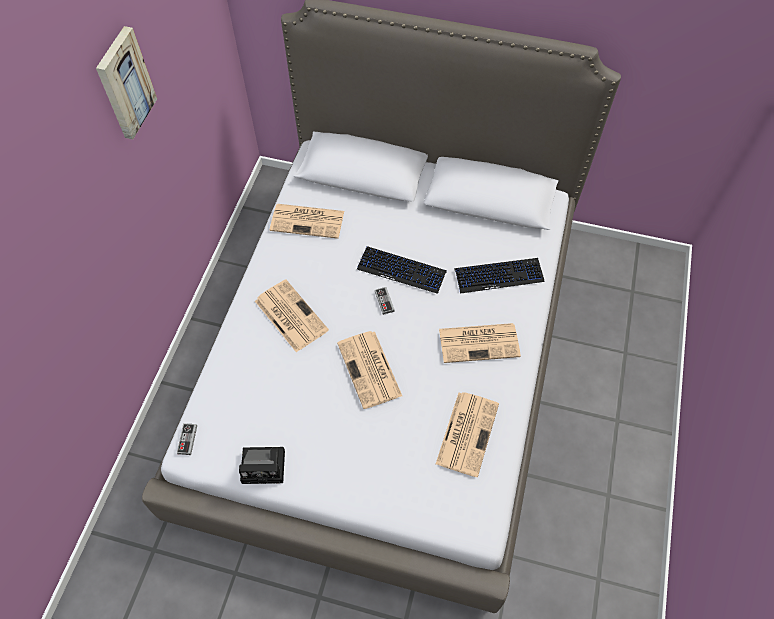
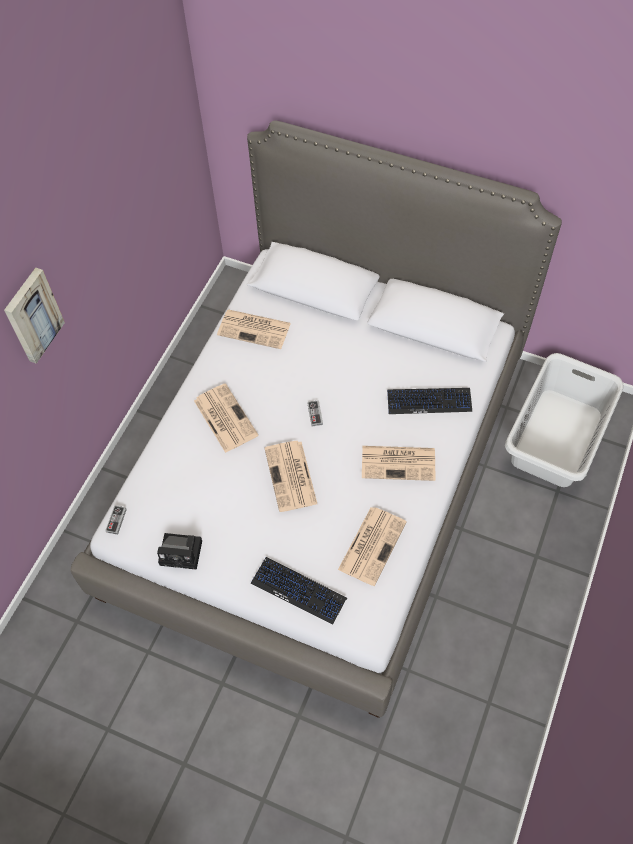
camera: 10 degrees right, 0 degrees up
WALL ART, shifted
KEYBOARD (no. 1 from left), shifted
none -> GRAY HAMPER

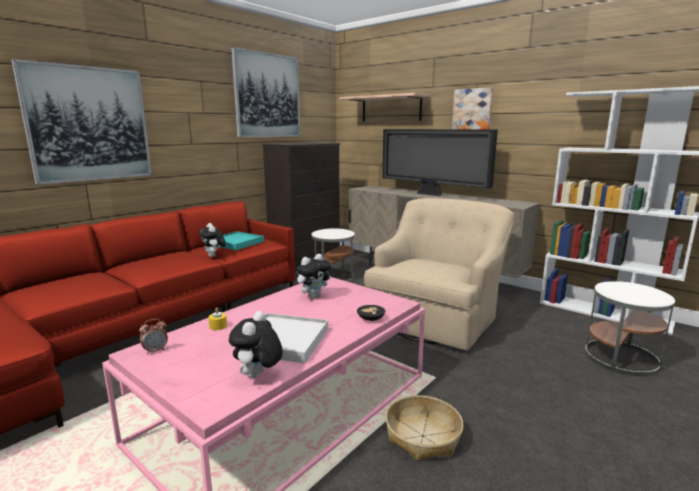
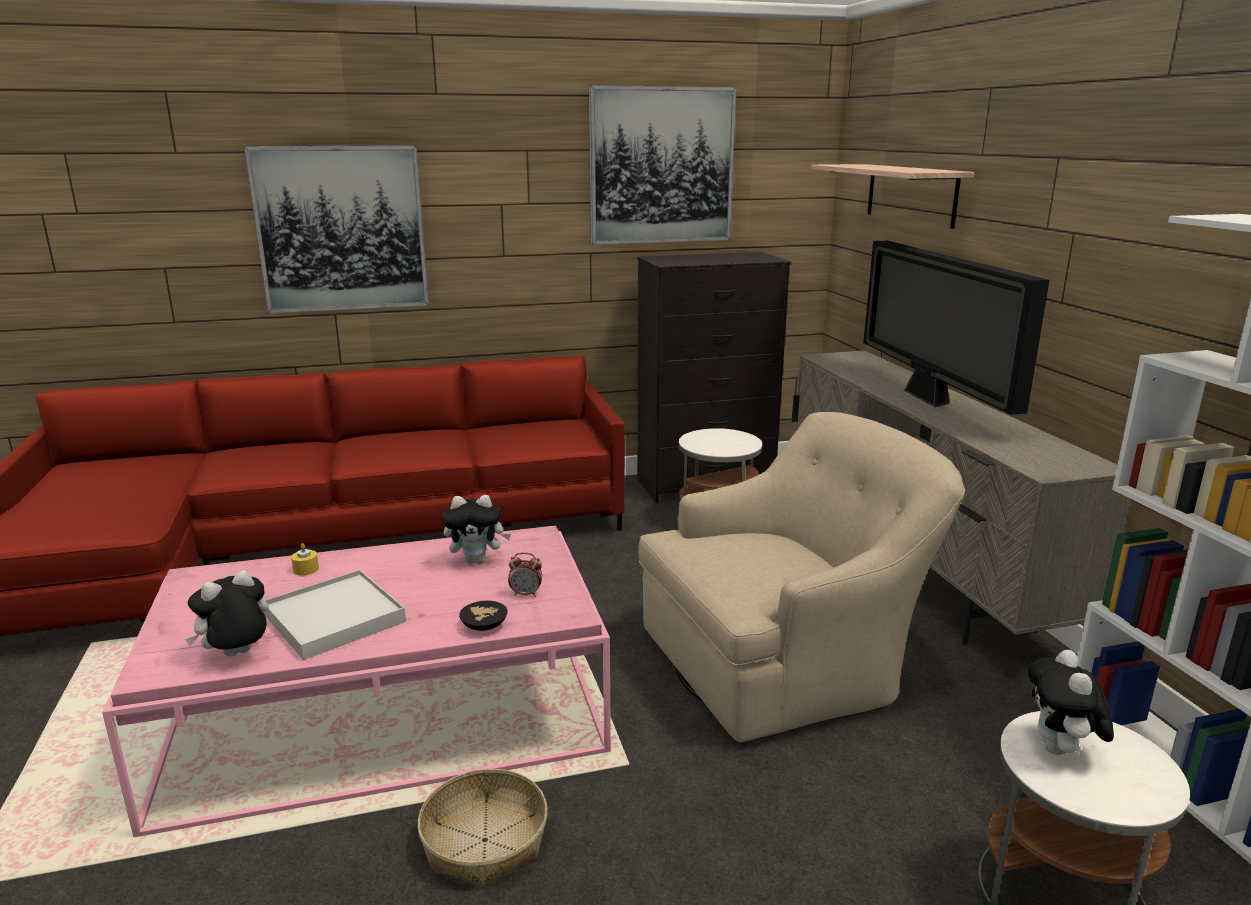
camera: 35 degrees right, 5 degrees up
TABLE CLOCK, shifted
SOFT TOY (no. 1 from left in the first image) -> SOFT TOY (no. 3 from left), shifted
BLUE-GREEN SERVING TRAY -> none
WALL ART (no. 3 from left) -> none

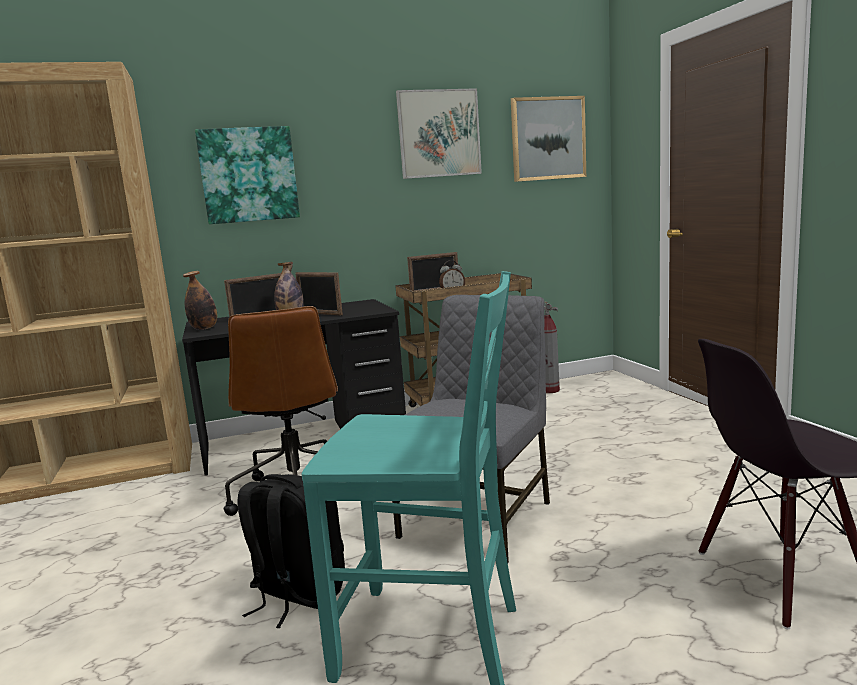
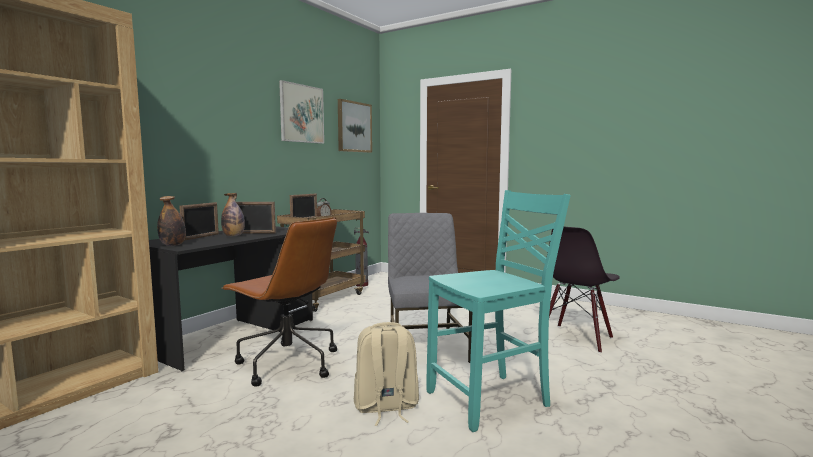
camera: 40 degrees left, 5 degrees down
WALL ART (no. 1 from left) -> none
BLACK-COLOURED BACKPACK -> SAND-COLOURED BACKPACK

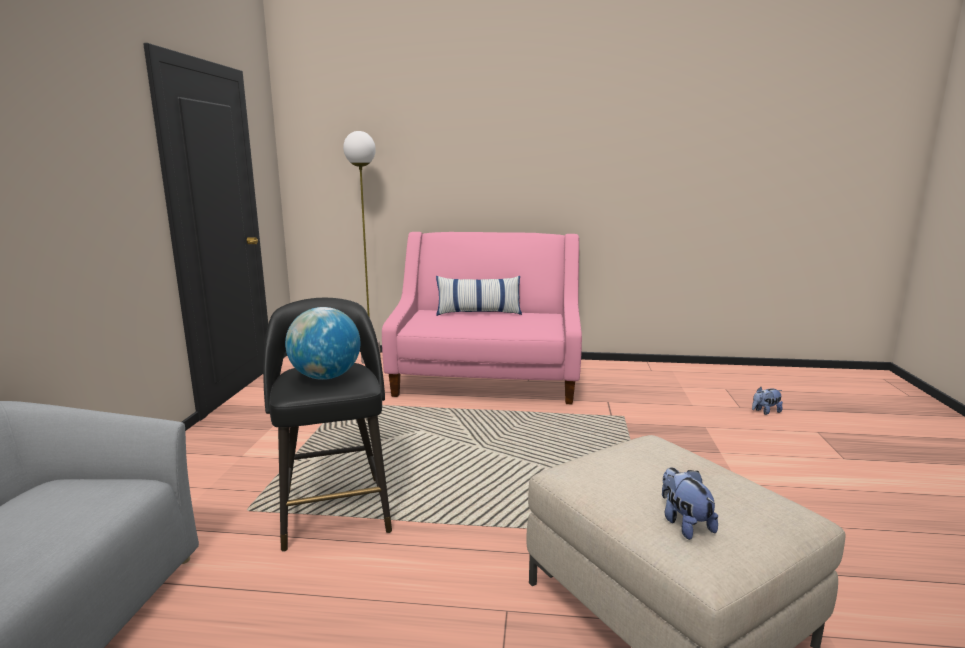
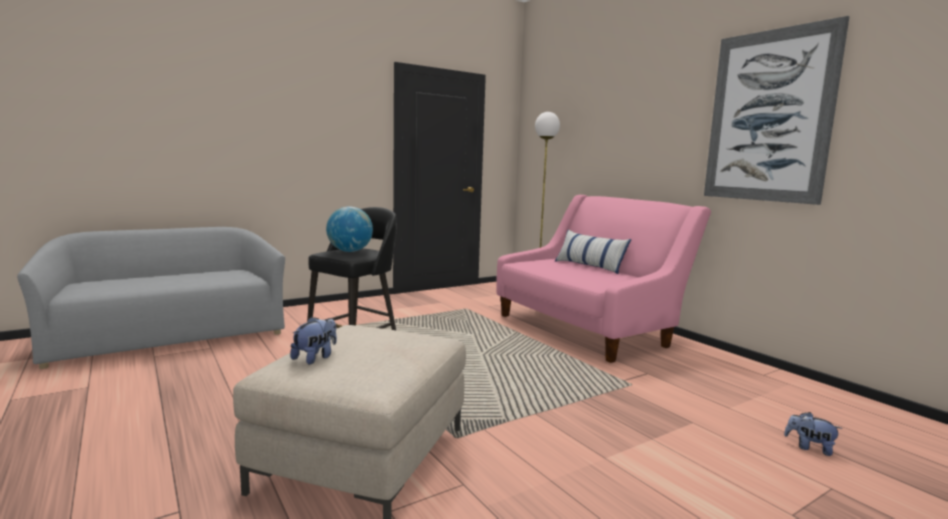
camera: 50 degrees right, 5 degrees down
none -> WALL ART

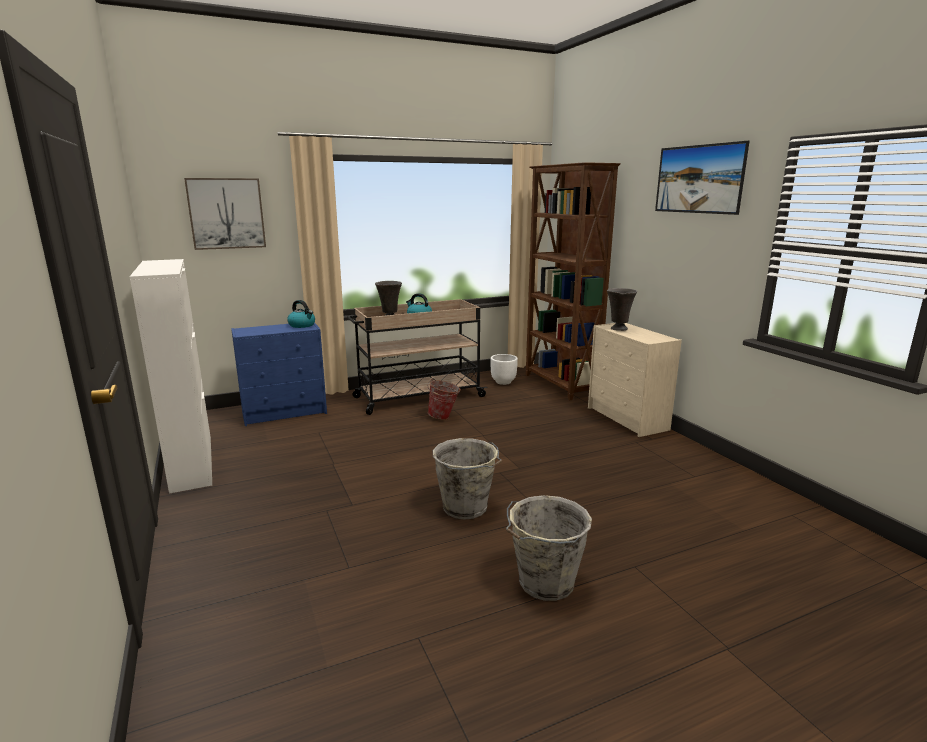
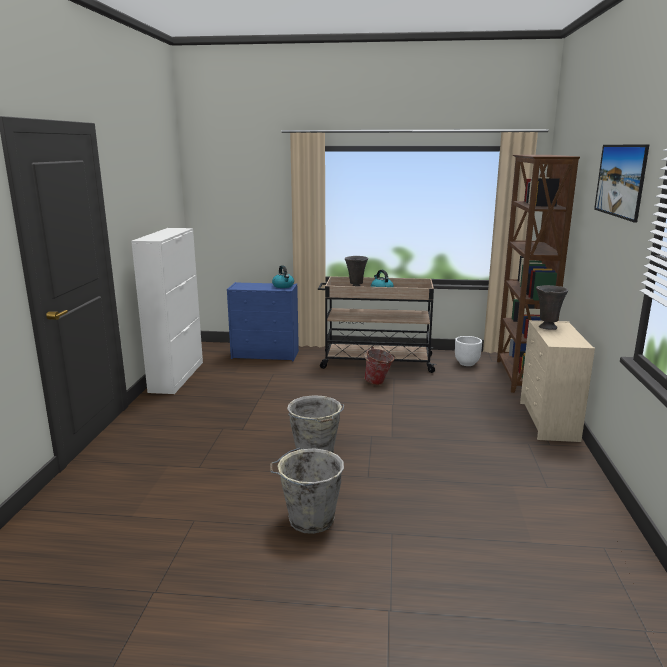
camera: 30 degrees right, 0 degrees up
WALL ART (no. 1 from left) -> none

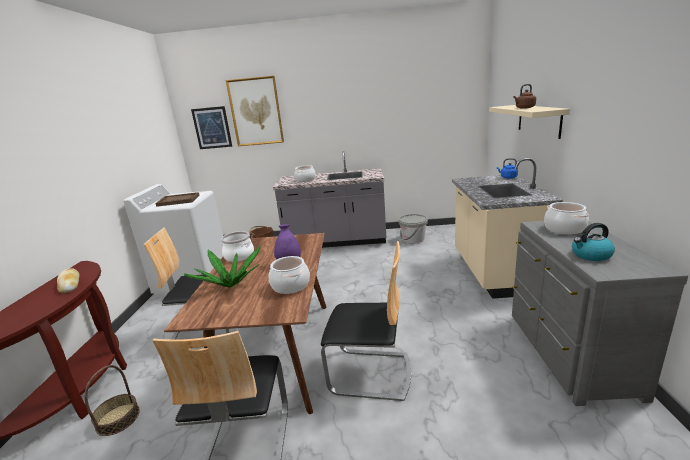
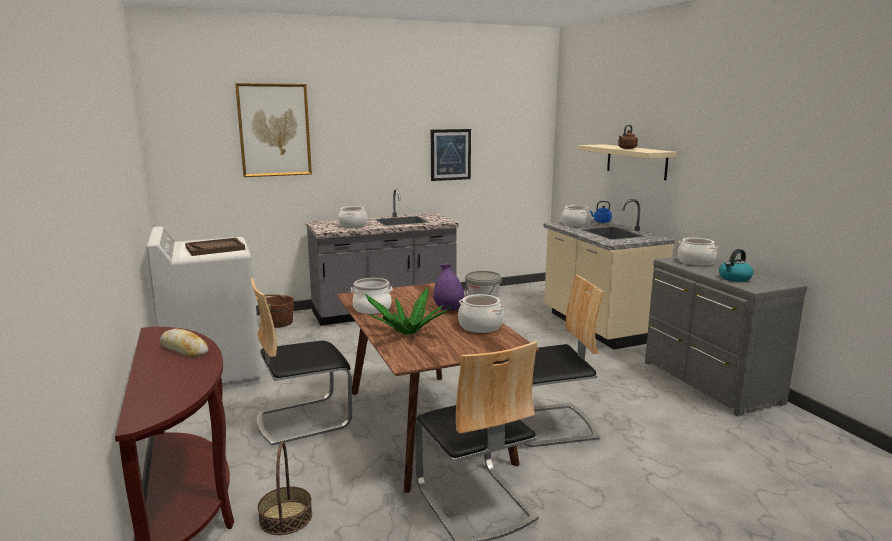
camera: 25 degrees left, 5 degrees down
WALL ART (no. 1 from left in the first image) -> WALL ART (no. 2 from left), shifted
none -> SAUCEPOT (no. 4 from left)

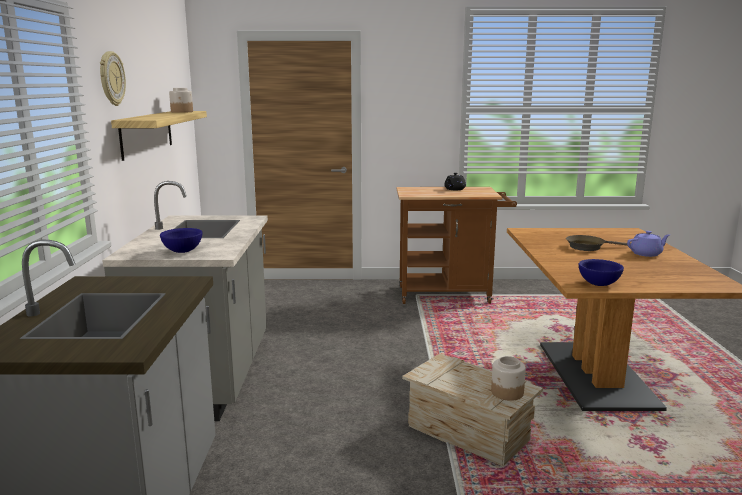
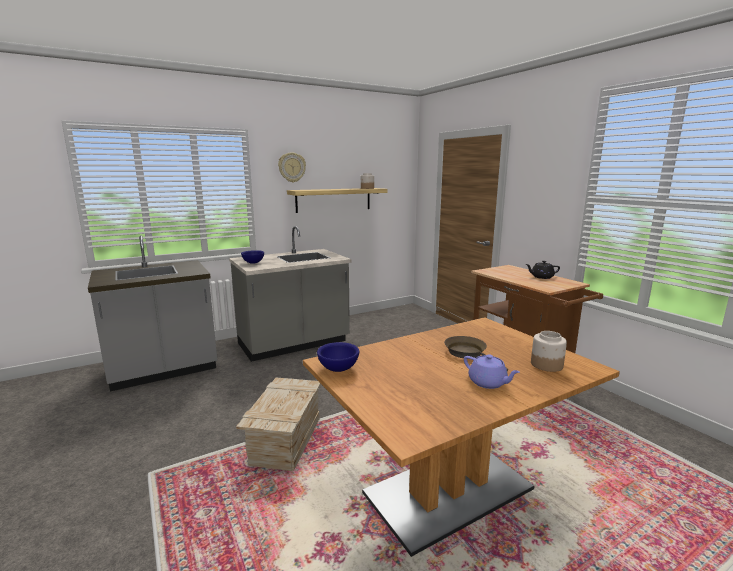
camera: 60 degrees right, 0 degrees up
JAR (no. 2 from left), shifted

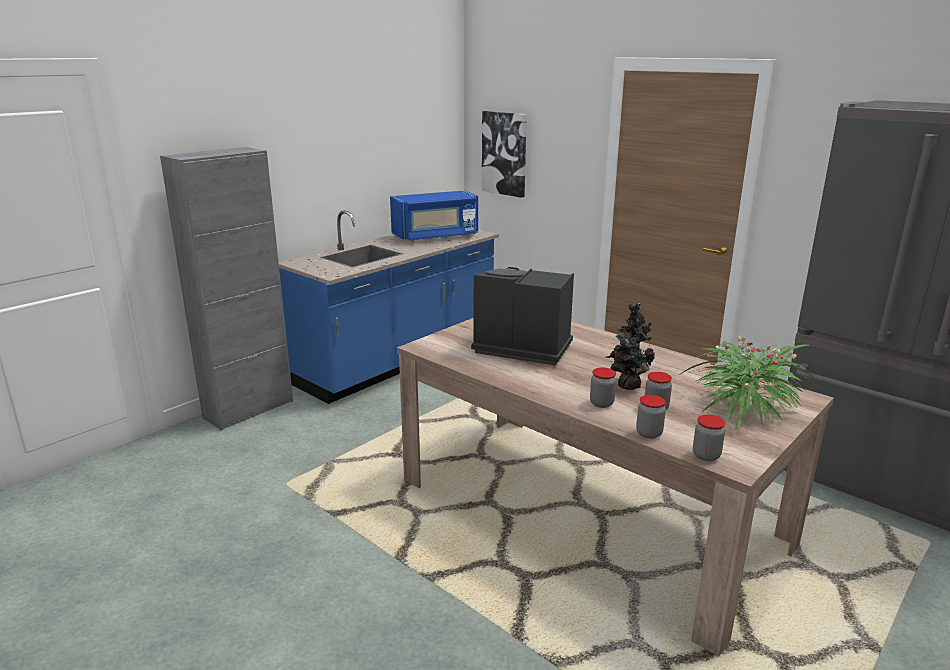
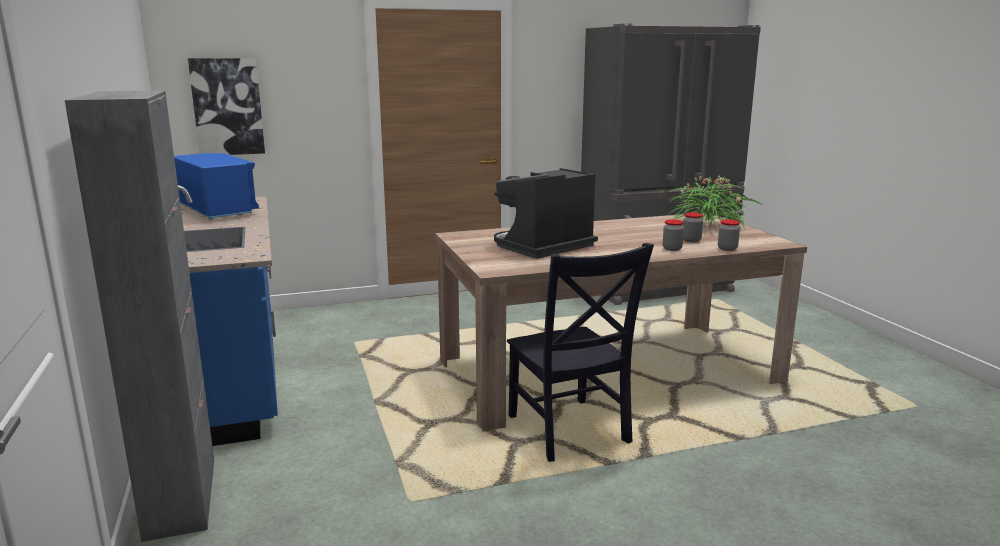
camera: 60 degrees left, 5 degrees down
BLUE-COLOURED MICROWAVE OVEN, 45 degrees counterclockwise
POTTED PLANT (no. 1 from left) -> none
JAR (no. 4 from left) -> none
none -> BLACK-COLOURED UPRIGHT CHAIR

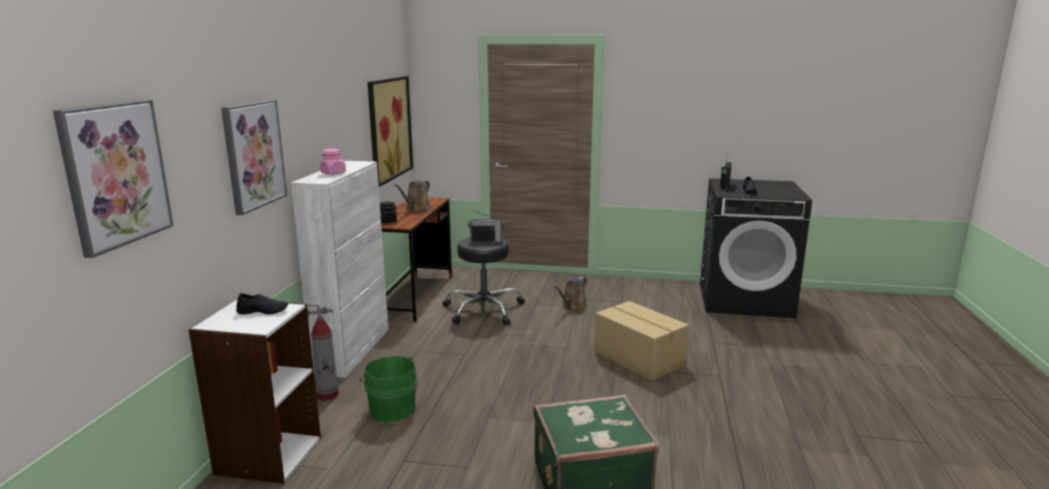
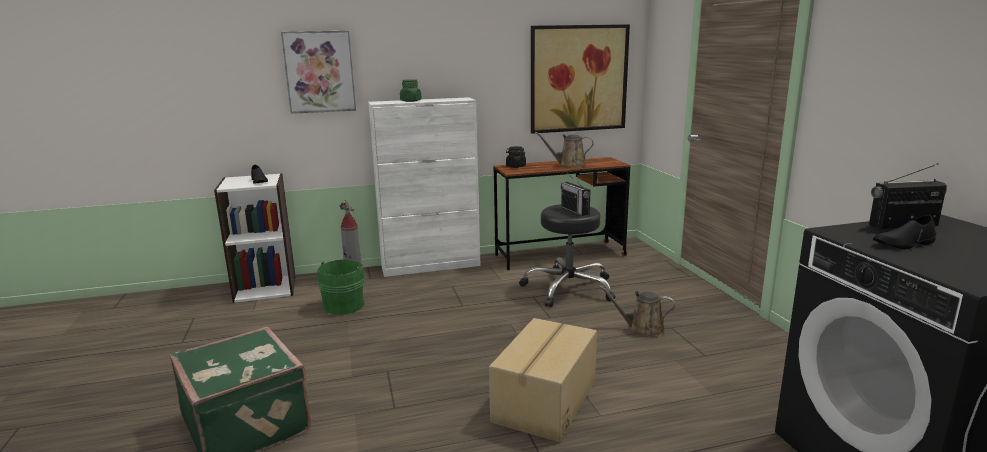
camera: 65 degrees right, 0 degrees up
WALL ART (no. 1 from left) -> none
PINKISH JAR -> GREEN-COLOURED JAR

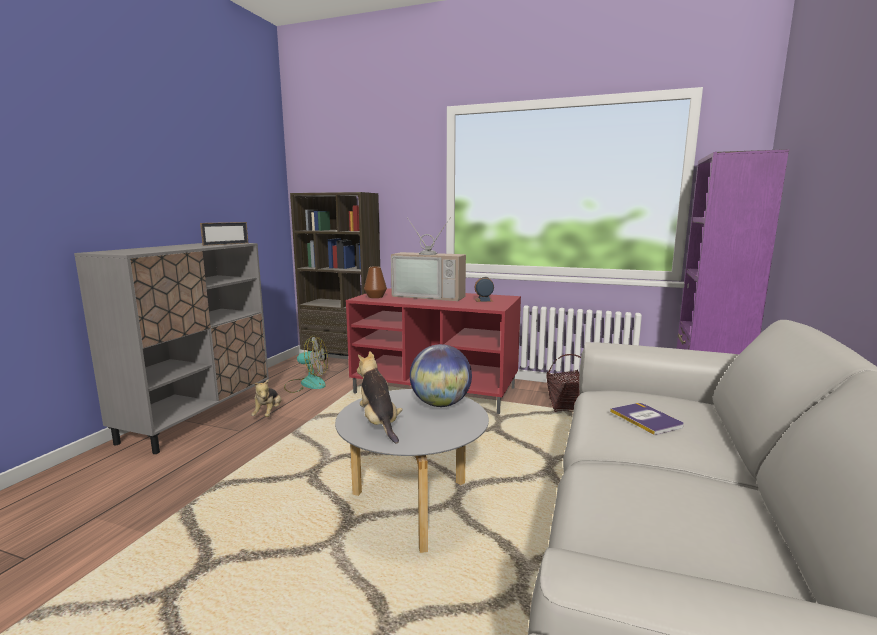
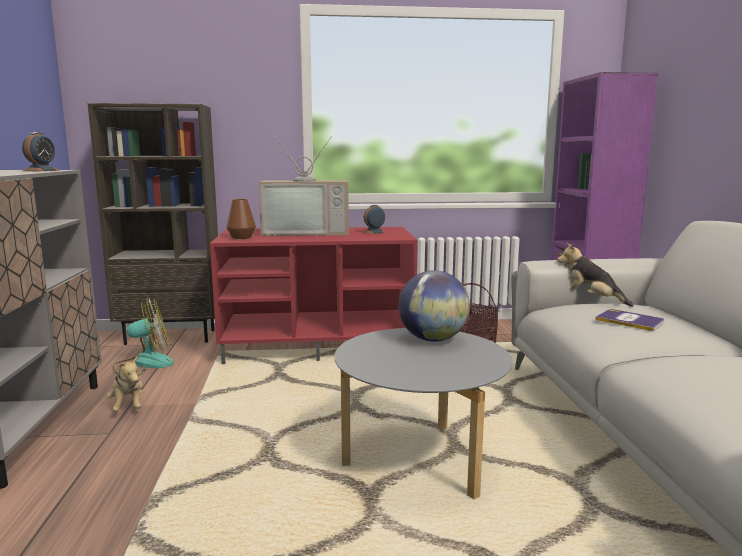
camera: 25 degrees left, 0 degrees up
STANDING FRAME -> TABLE CLOCK (no. 1 from left)
SOFT TOY (no. 2 from left), shifted

